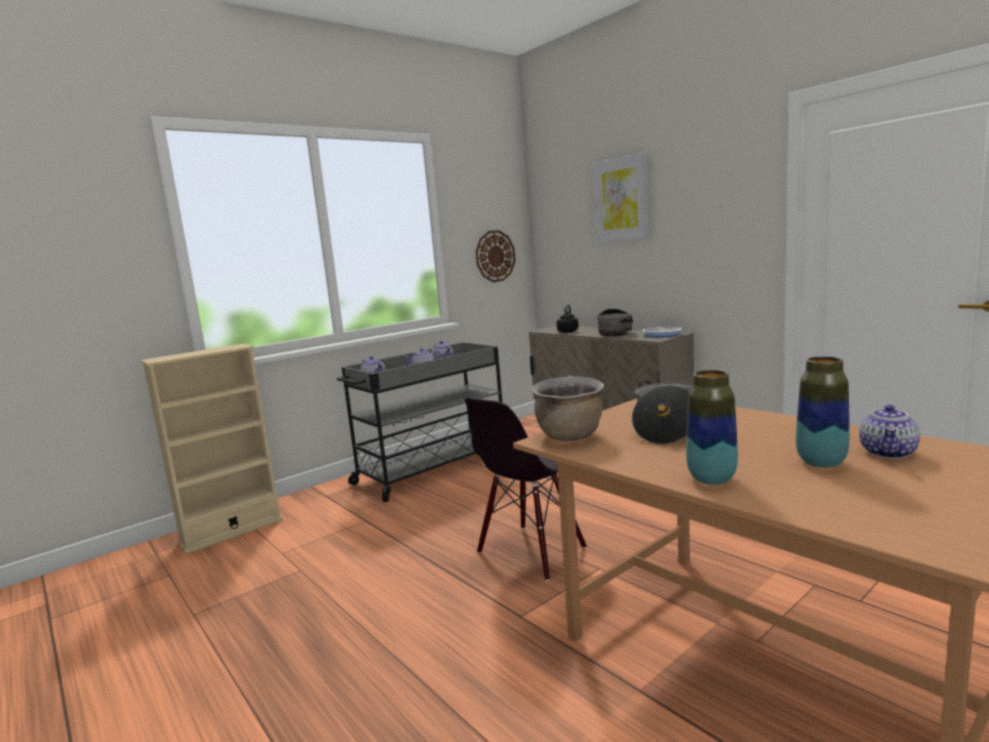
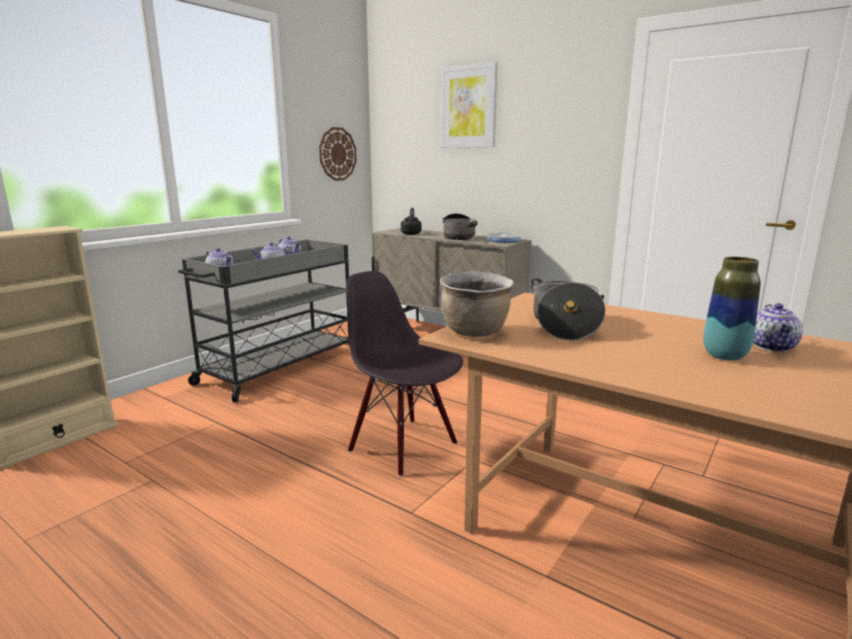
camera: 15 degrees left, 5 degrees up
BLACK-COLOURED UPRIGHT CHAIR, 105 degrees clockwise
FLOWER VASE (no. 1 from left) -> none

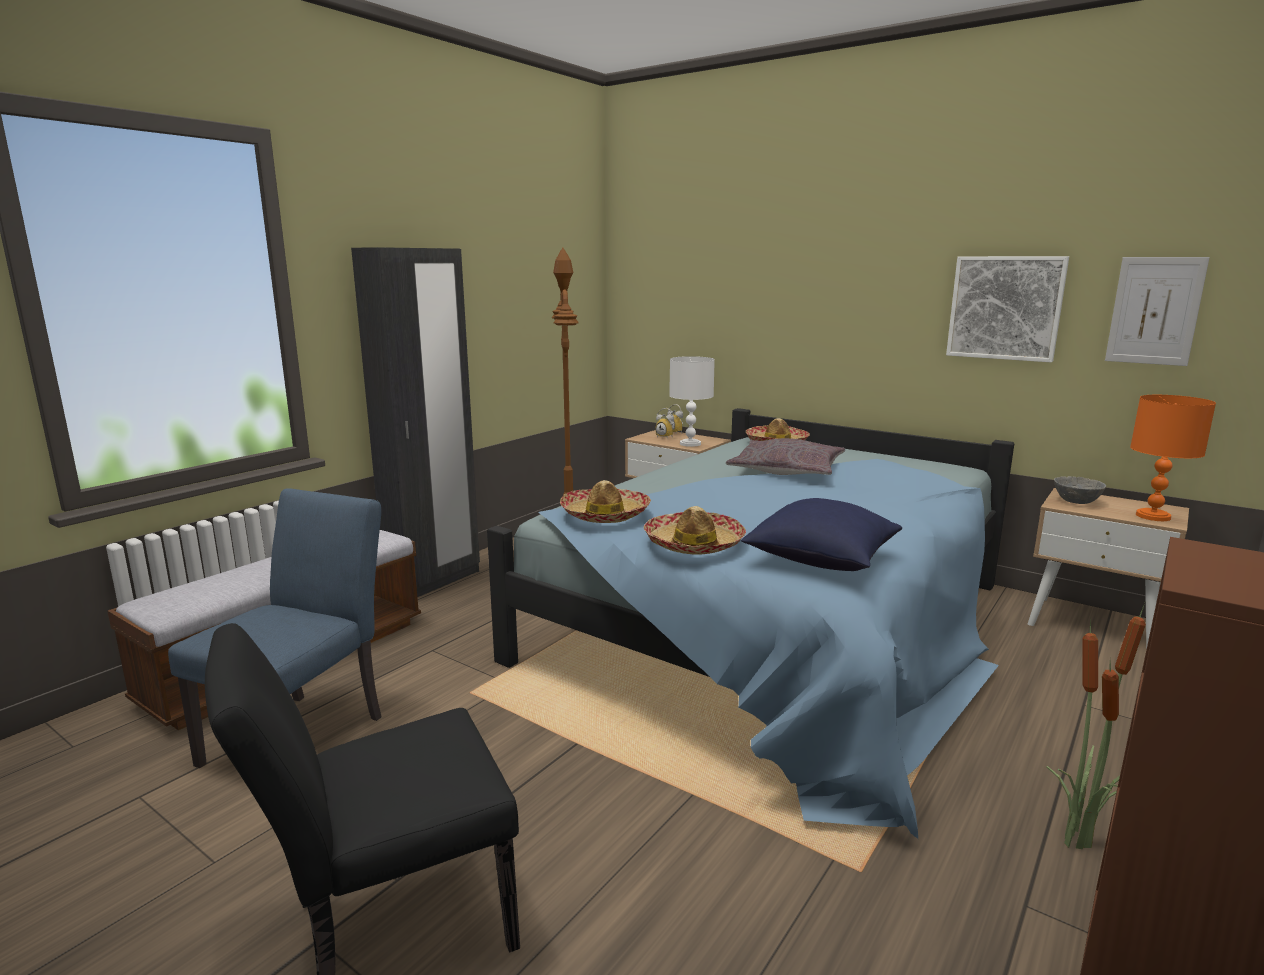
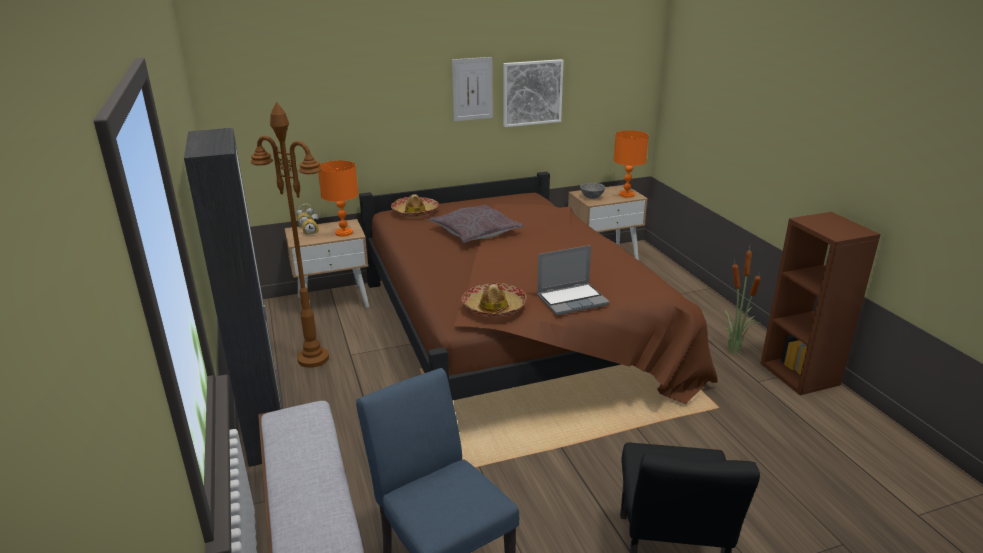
camera: 55 degrees left, 10 degrees up
BLUE-COLOURED BEDROOM BED -> BROWN-COLOURED BEDROOM BED
HAT (no. 2 from left) -> NOTEBOOK COMPUTER
WHITE-COLOURED TABLETOP LAMP -> ORANGE TABLETOP LAMP (no. 1 from left)
BLUE-COLOURED THROW PILLOW -> none
WALL ART (no. 2 from left in the first image) -> WALL ART (no. 1 from left), shifted

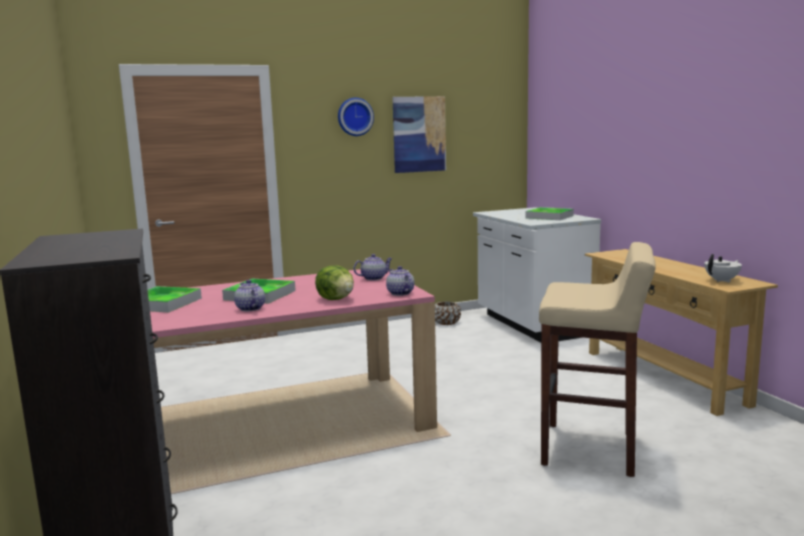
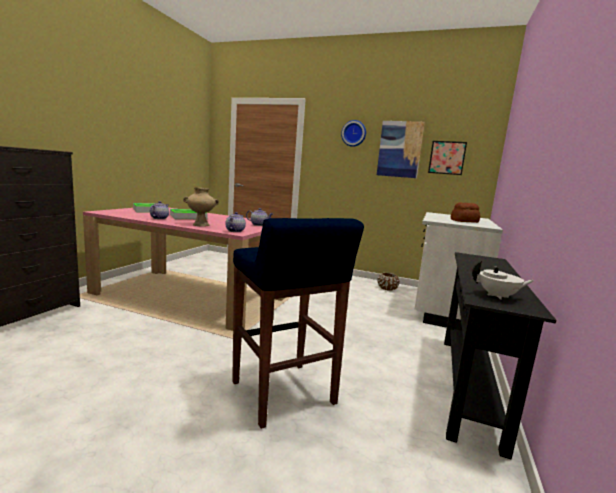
camera: 40 degrees right, 0 degrees up
LETTUCE -> SAND-COLOURED FLOWER VASE
SERVING TRAY (no. 3 from left) -> BREAD
SAND-COLOURED SITTING STOOL -> BLUE-COLOURED SITTING STOOL
SAND-COLOURED CONSOLE TABLE -> BLACK-COLOURED CONSOLE TABLE
none -> WALL ART (no. 2 from left)

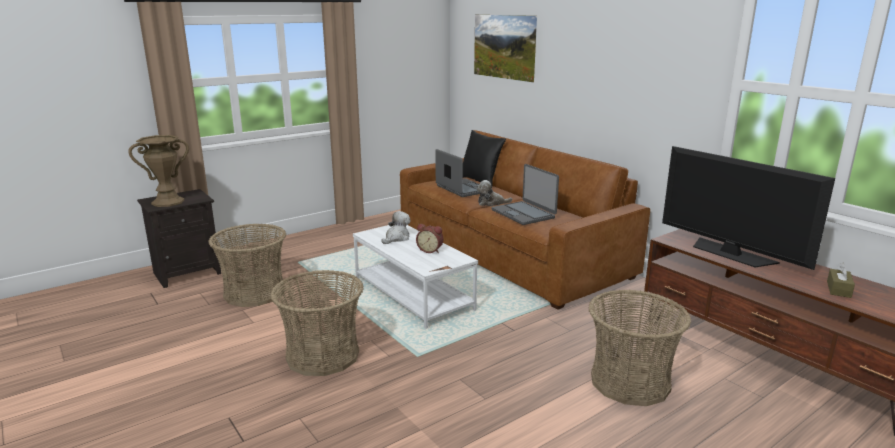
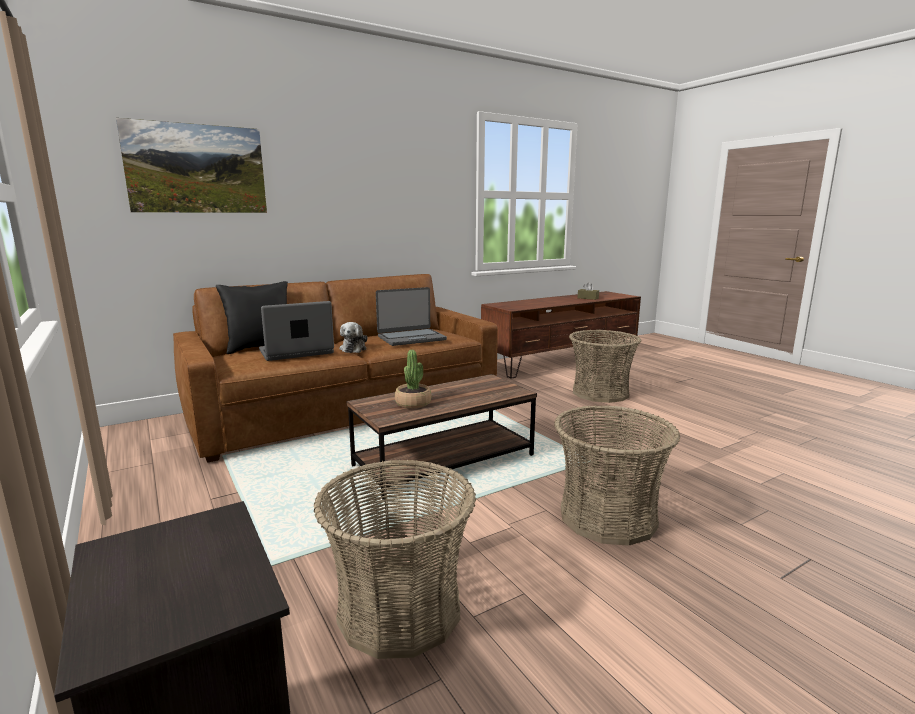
camera: 85 degrees left, 5 degrees down
BROWN-COLOURED FLOWER VASE -> none
WHITE-COLOURED LOUNGE TABLE -> BROWN-COLOURED LOUNGE TABLE
SOFT TOY (no. 1 from left) -> POTTED PLANT
TABLE CLOCK -> none
TELEVISION -> none

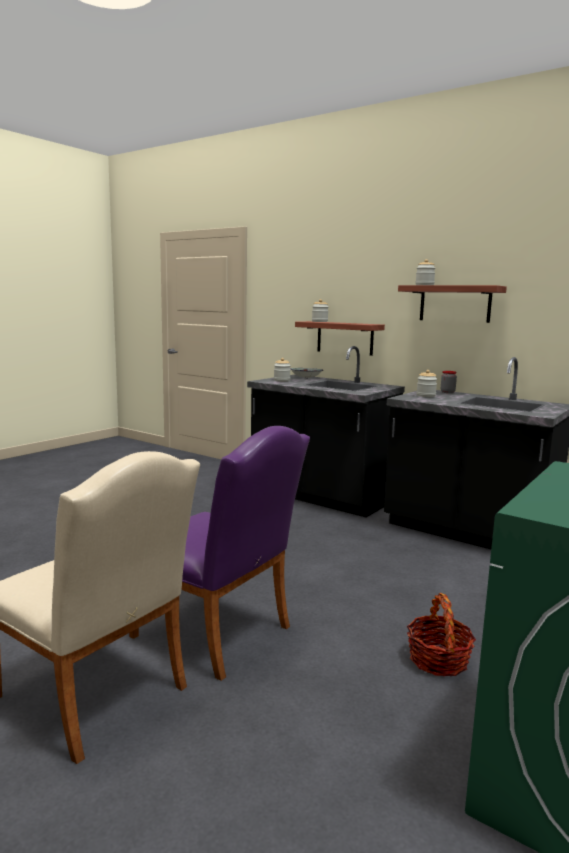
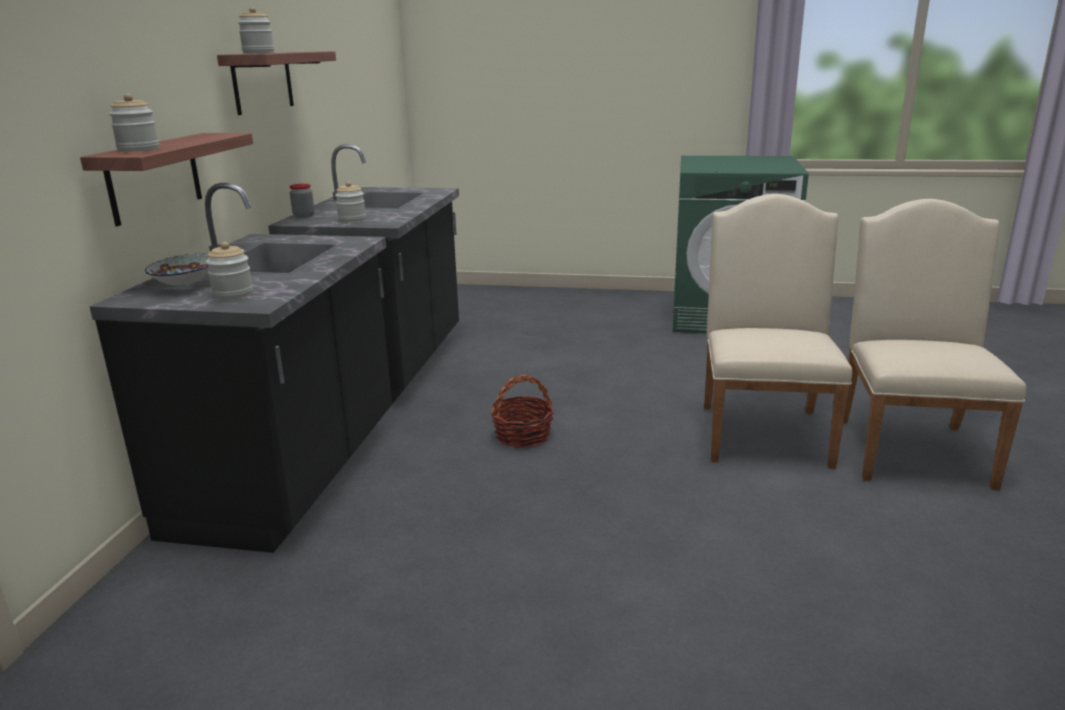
camera: 115 degrees left, 10 degrees up
PURPLISH UPRIGHT CHAIR -> SAND-COLOURED UPRIGHT CHAIR (no. 1 from left)
STORAGE BASKET, shifted

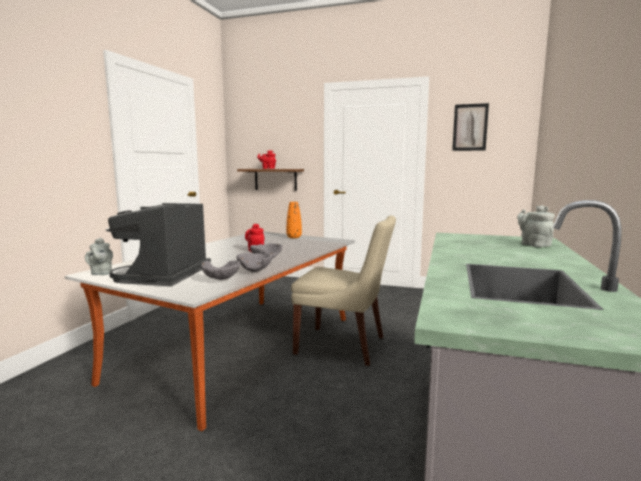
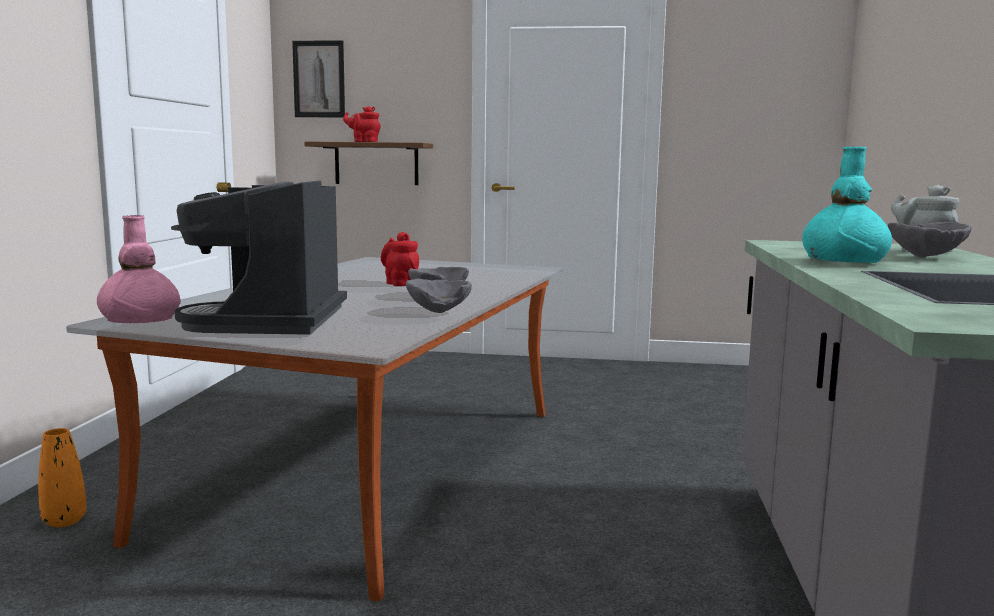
camera: 10 degrees left, 0 degrees up
GRAY POT FOR TEA (no. 1 from left) -> PINKISH FLOWER VASE
GRAY DEEP DISH (no. 1 from left in the first image) -> GRAY DEEP DISH (no. 3 from left), shifted
ORANGE FLOWER VASE, shifted
SAND-COLOURED UPRIGHT CHAIR -> none
WALL ART, shifted
none -> BLUE-GREEN FLOWER VASE

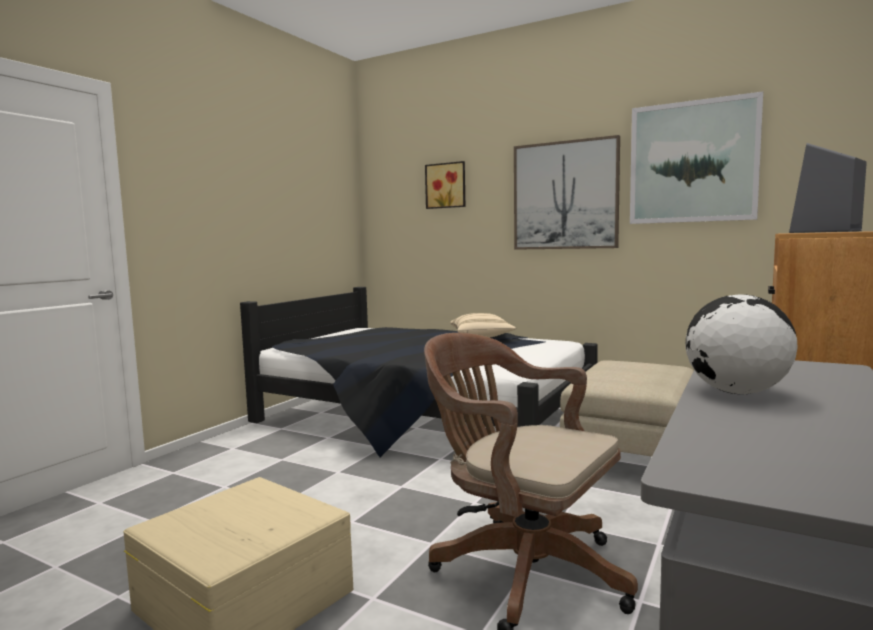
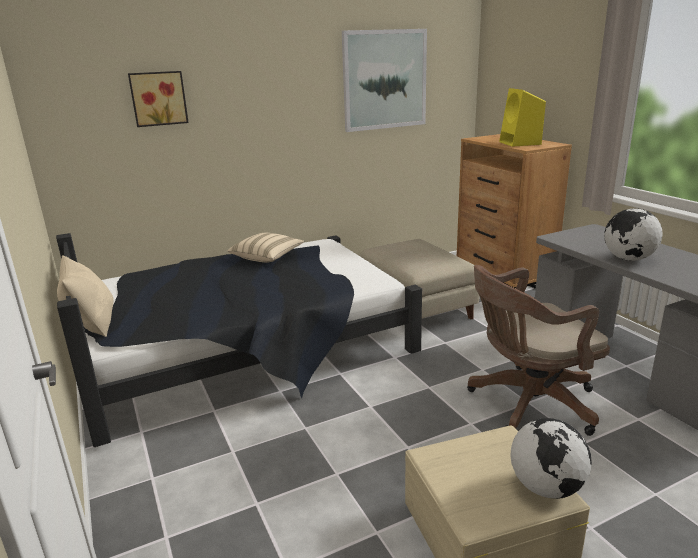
camera: 55 degrees left, 15 degrees up
WALL ART (no. 2 from left) -> none
GRAY LOUDSPEAKER -> YELLOW-COLOURED LOUDSPEAKER
none -> SAND-COLOURED THROW PILLOW (no. 1 from left)
none -> GLOBE (no. 1 from left)

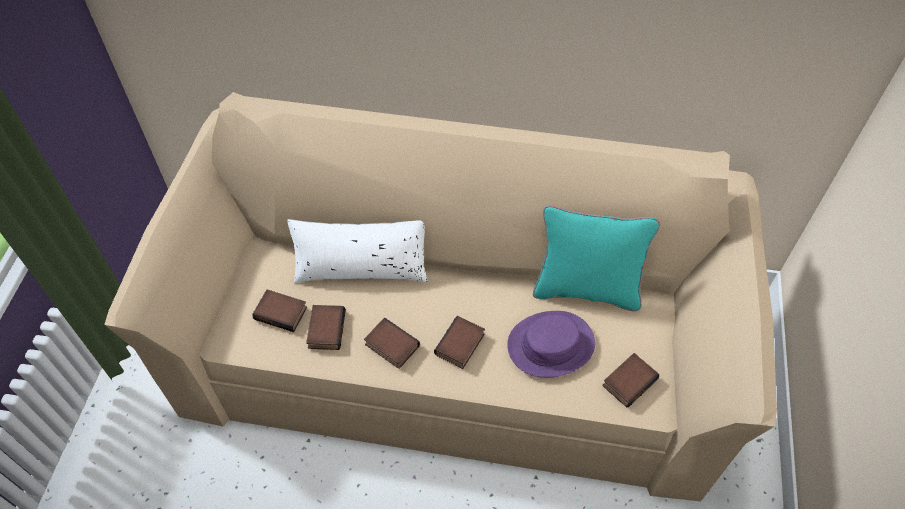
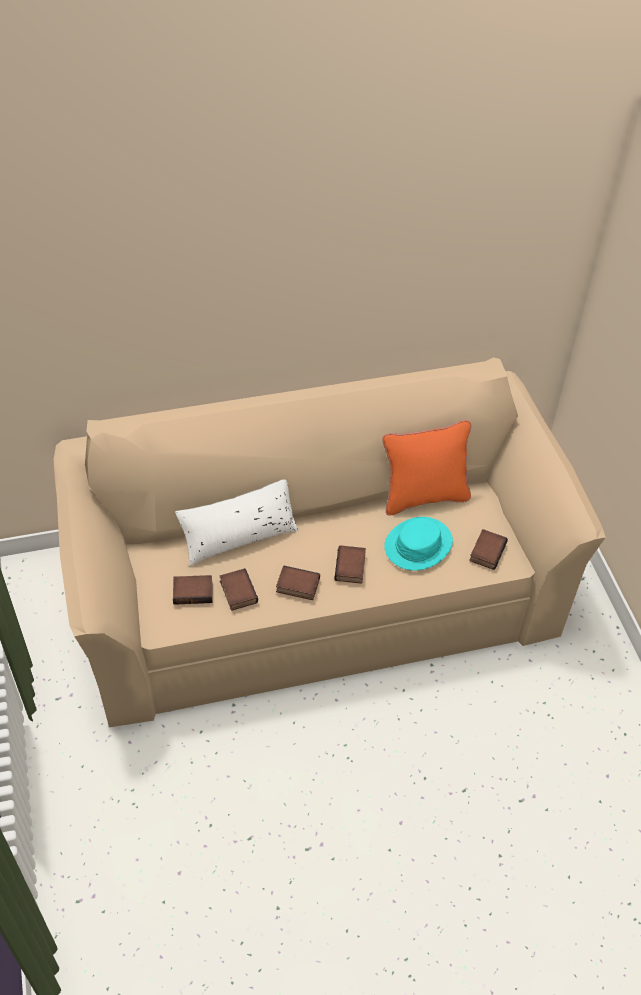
camera: 25 degrees left, 5 degrees down
PURPLISH HAT -> BLUE-GREEN HAT
BLUE-GREEN THROW PILLOW -> ORANGE THROW PILLOW

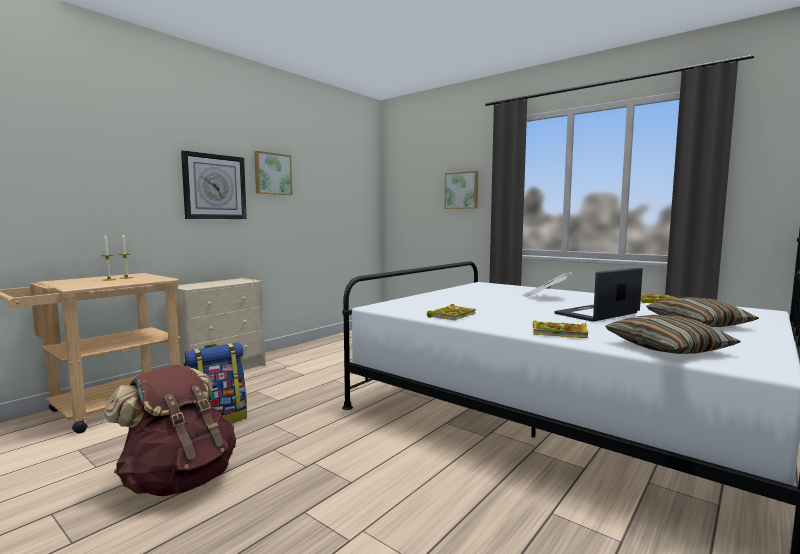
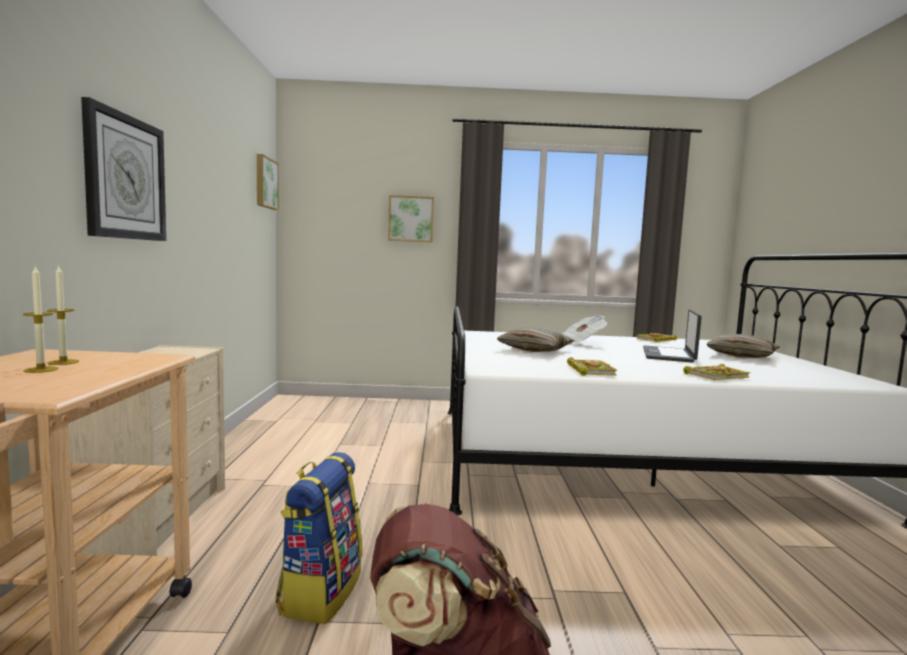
camera: 40 degrees left, 0 degrees up
WALL ART (no. 1 from left), shifted
THROW PILLOW (no. 1 from left), shifted

